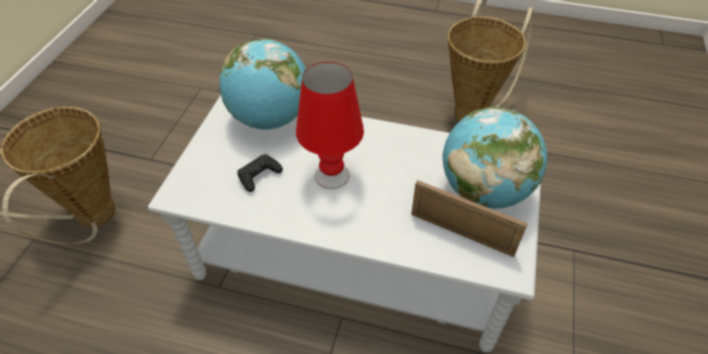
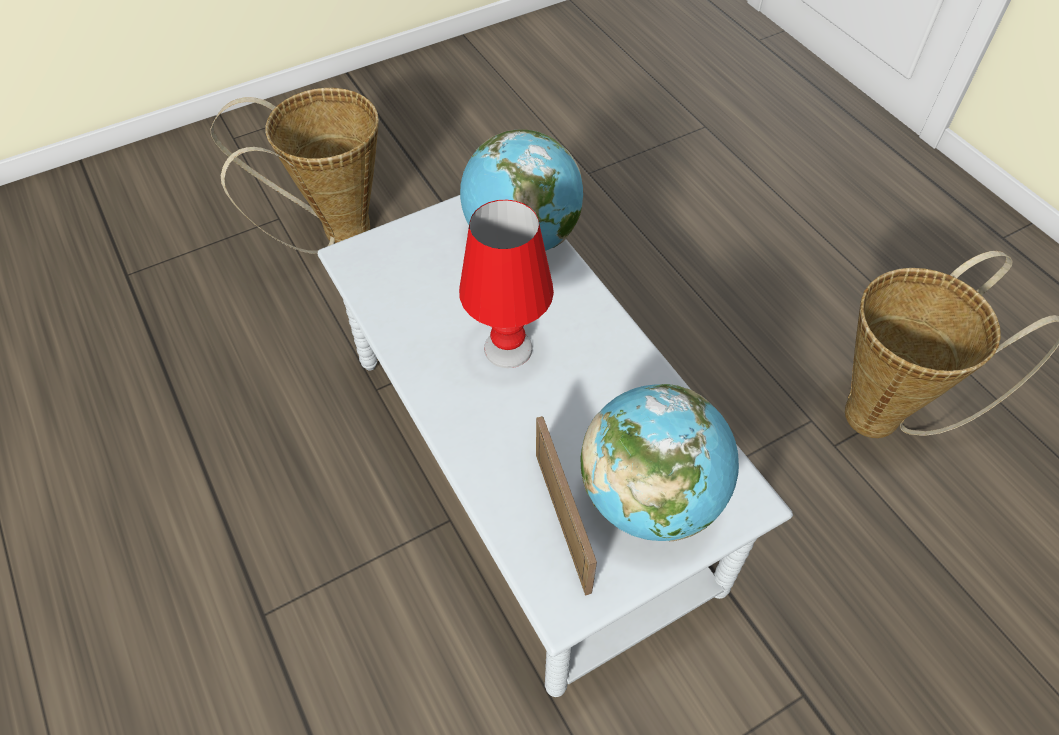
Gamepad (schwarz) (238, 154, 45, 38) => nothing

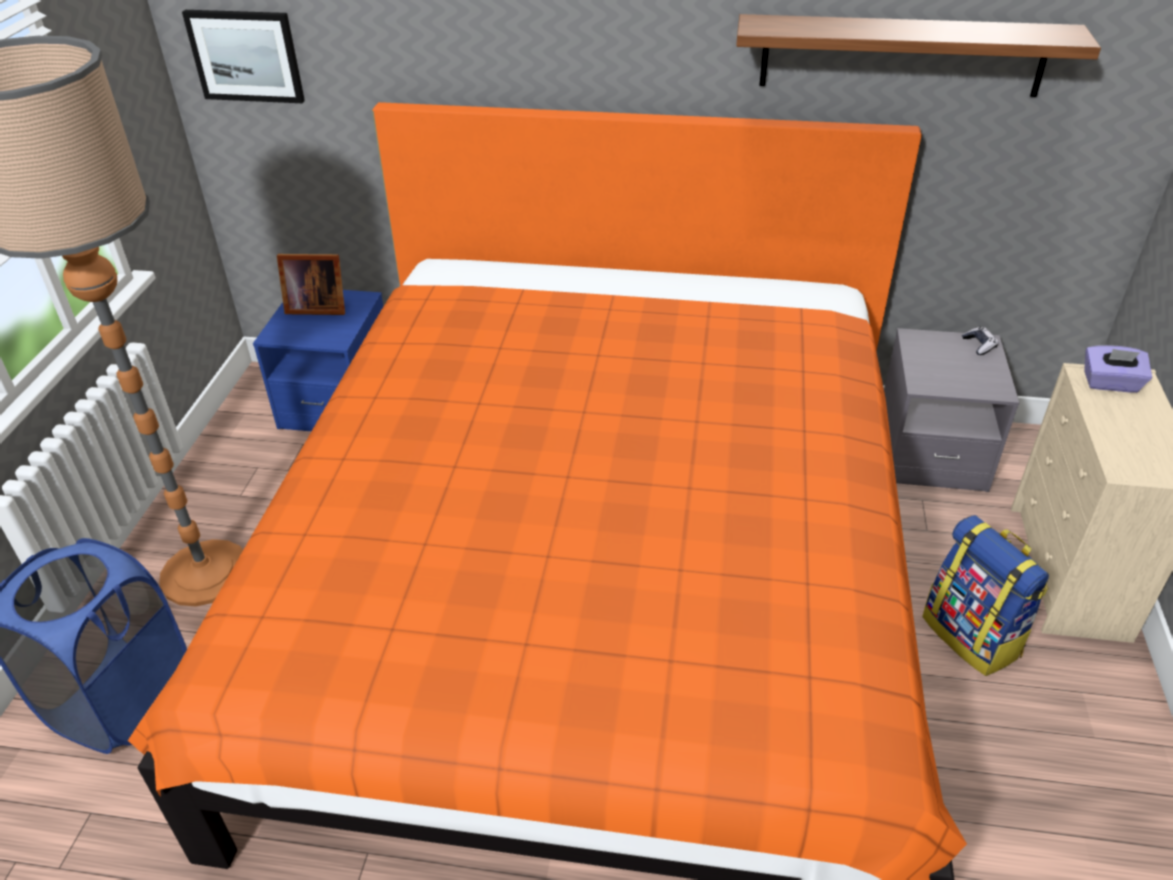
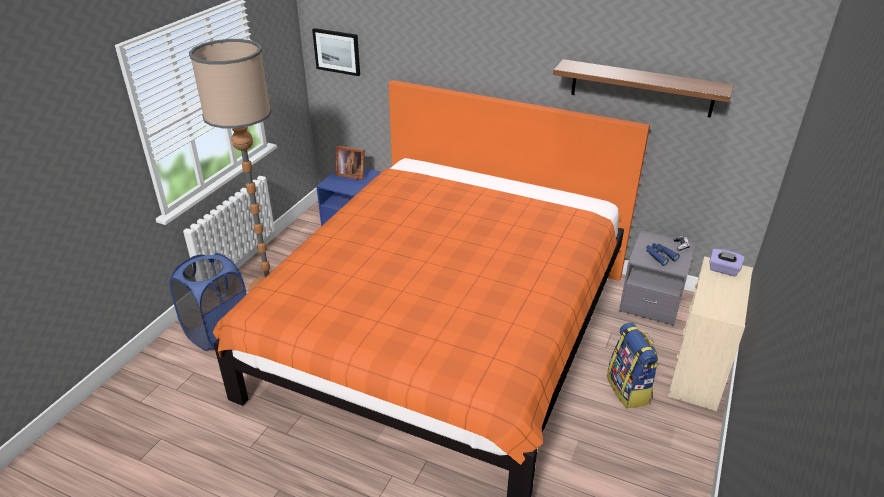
nothing => Fernglas (blau) (646, 243, 34, 23)

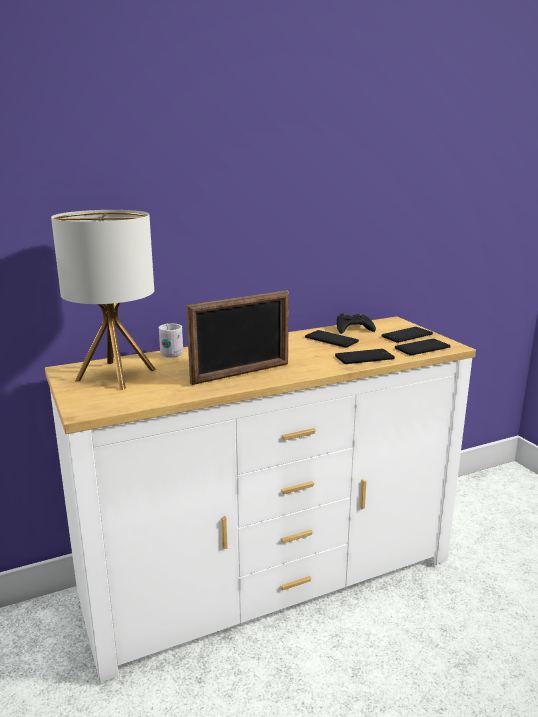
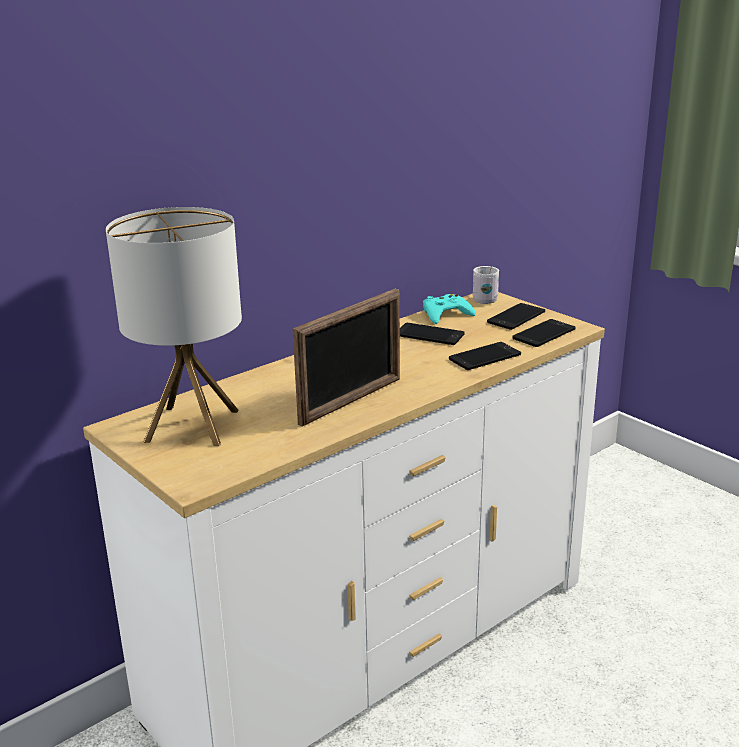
Gamepad (schwarz) (337, 314, 39, 20) => Gamepad (türkis) (423, 294, 53, 30)
Henkelbecher (weiß) (158, 323, 25, 35) => Henkelbecher (weiß) (473, 266, 26, 38), moved

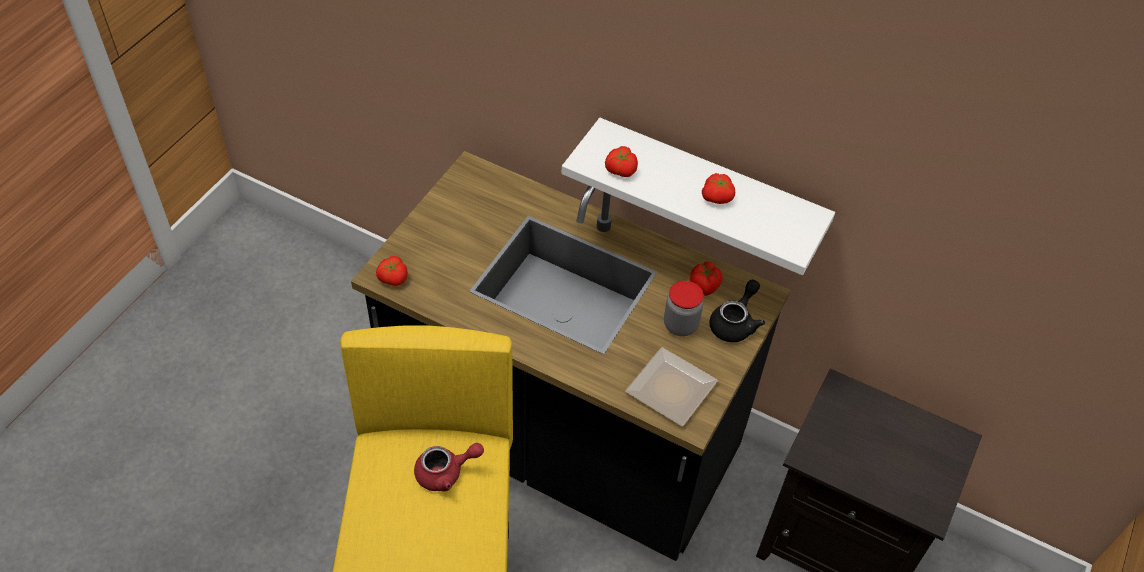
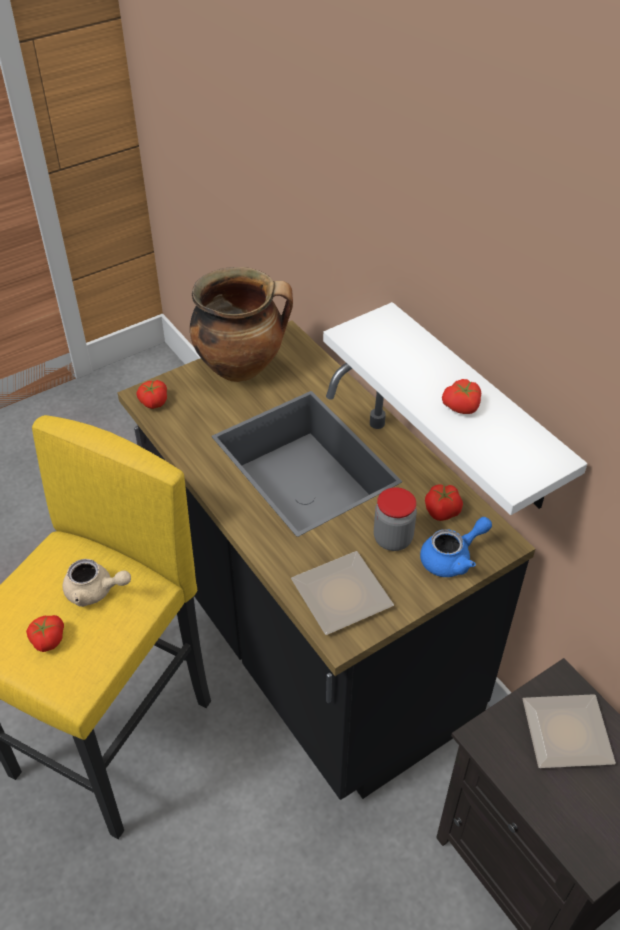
Tomate (605, 146, 33, 31) => Tomate (26, 615, 38, 37), moved
Teekanne (rot) (414, 443, 70, 48) => Teekanne (beige) (63, 559, 68, 48)
nothing => Kochtopf (190, 267, 103, 115)
Teekanne (schwarz) (709, 279, 56, 63) => Teekanne (blau) (420, 517, 72, 60)
nothing => Teller (523, 694, 93, 74)

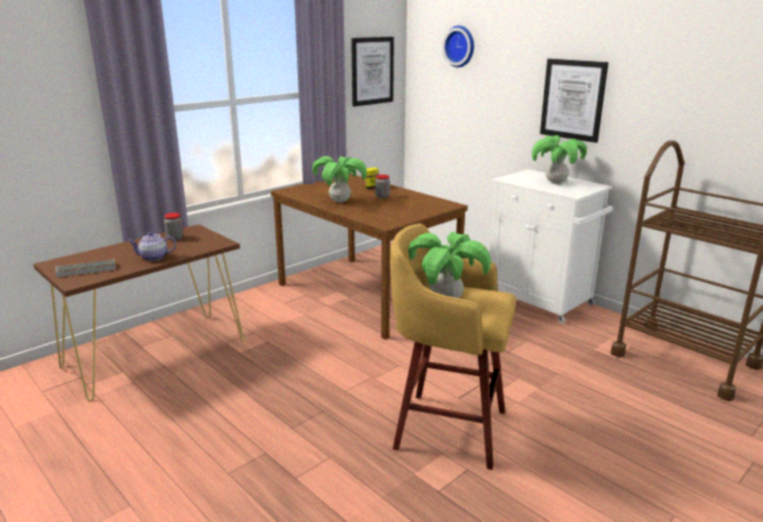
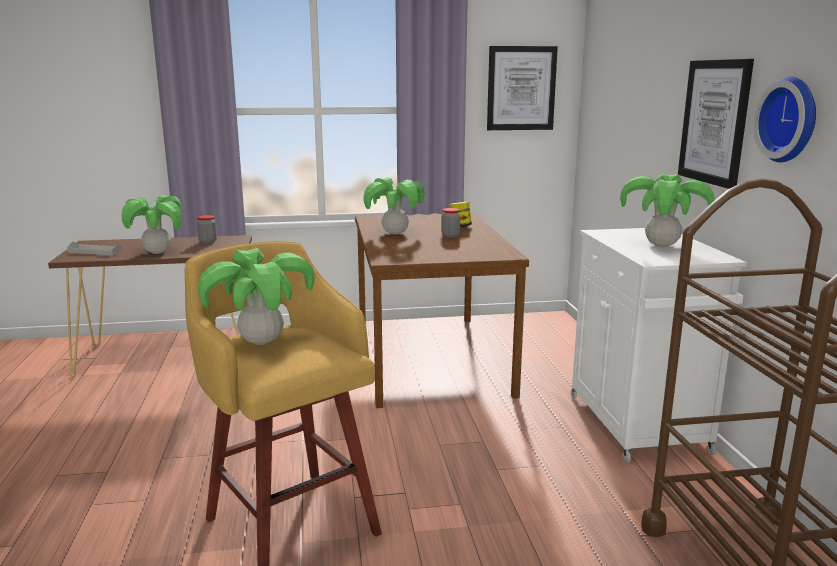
Teekanne (128, 232, 48, 29) => Topfpflanze (122, 195, 60, 59)
Wanduhr (442, 26, 32, 41) => Wanduhr (753, 76, 63, 86), moved

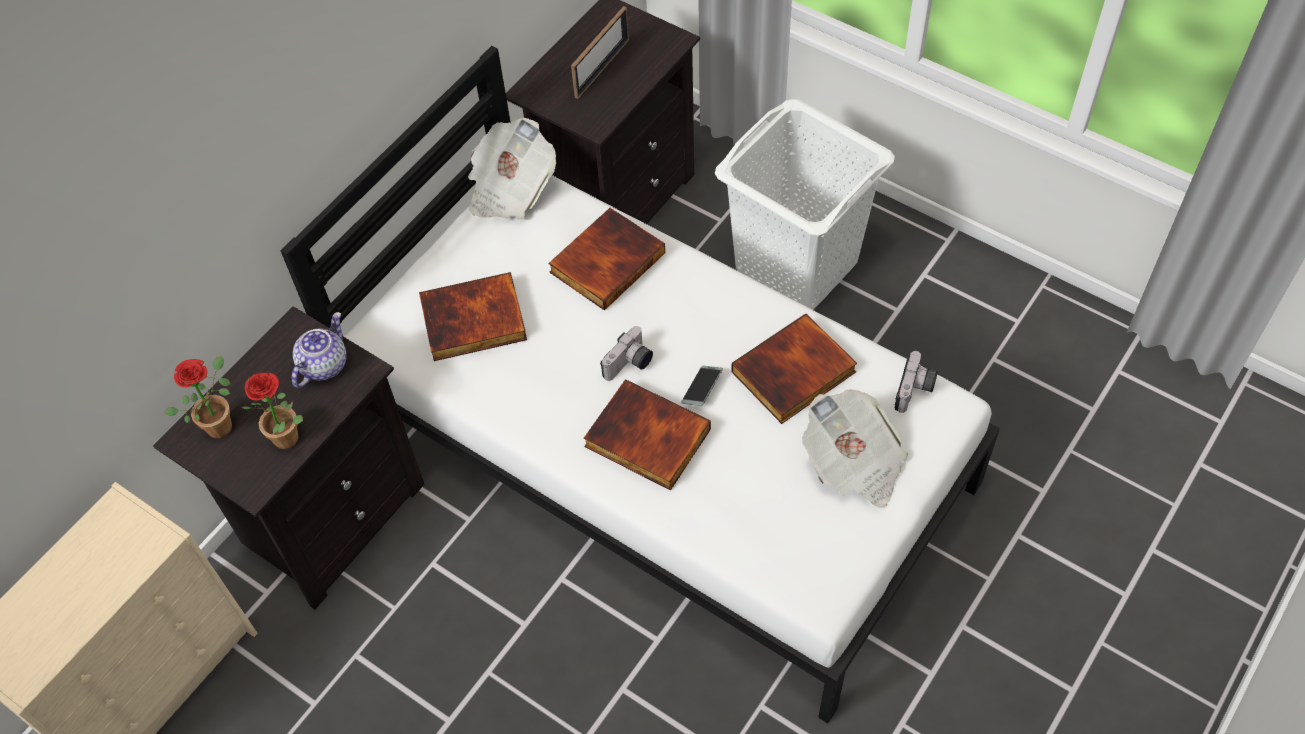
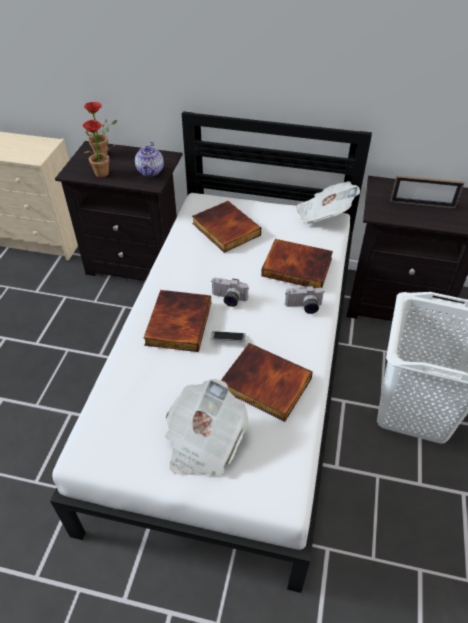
Teekanne (292, 312, 55, 76) => Teekanne (135, 142, 29, 34), 90 degrees clockwise
Kamera (895, 351, 43, 62) => Kamera (285, 285, 40, 29), moved

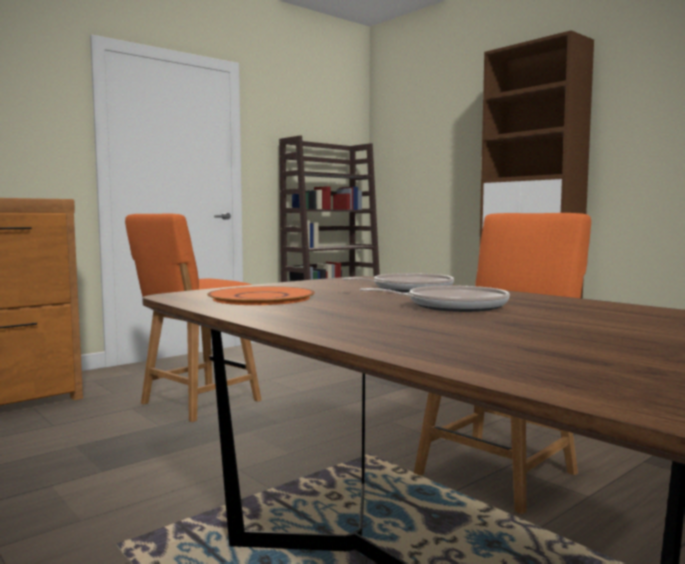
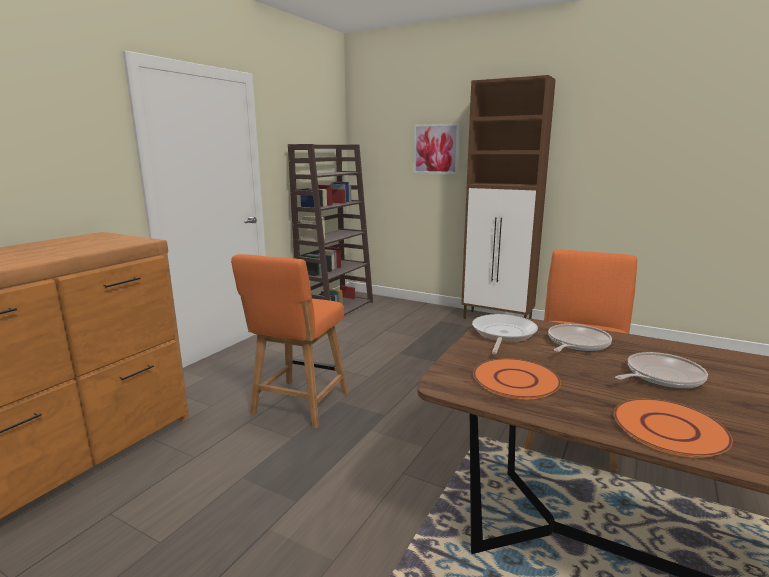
nothing => Bild (413, 123, 47, 51)
nothing => Pfanne (472, 314, 66, 41)
nothing => Teller (orange) (613, 399, 120, 59)

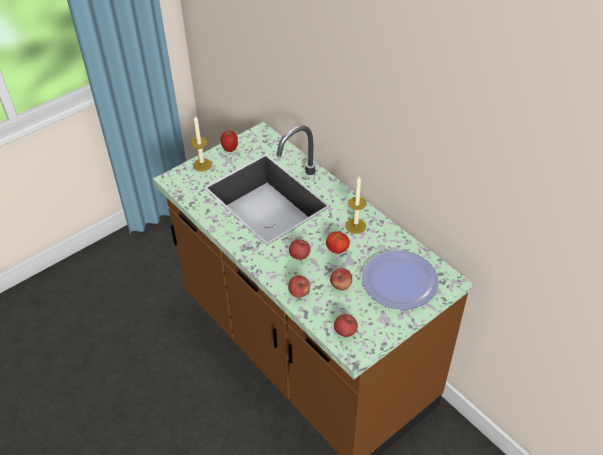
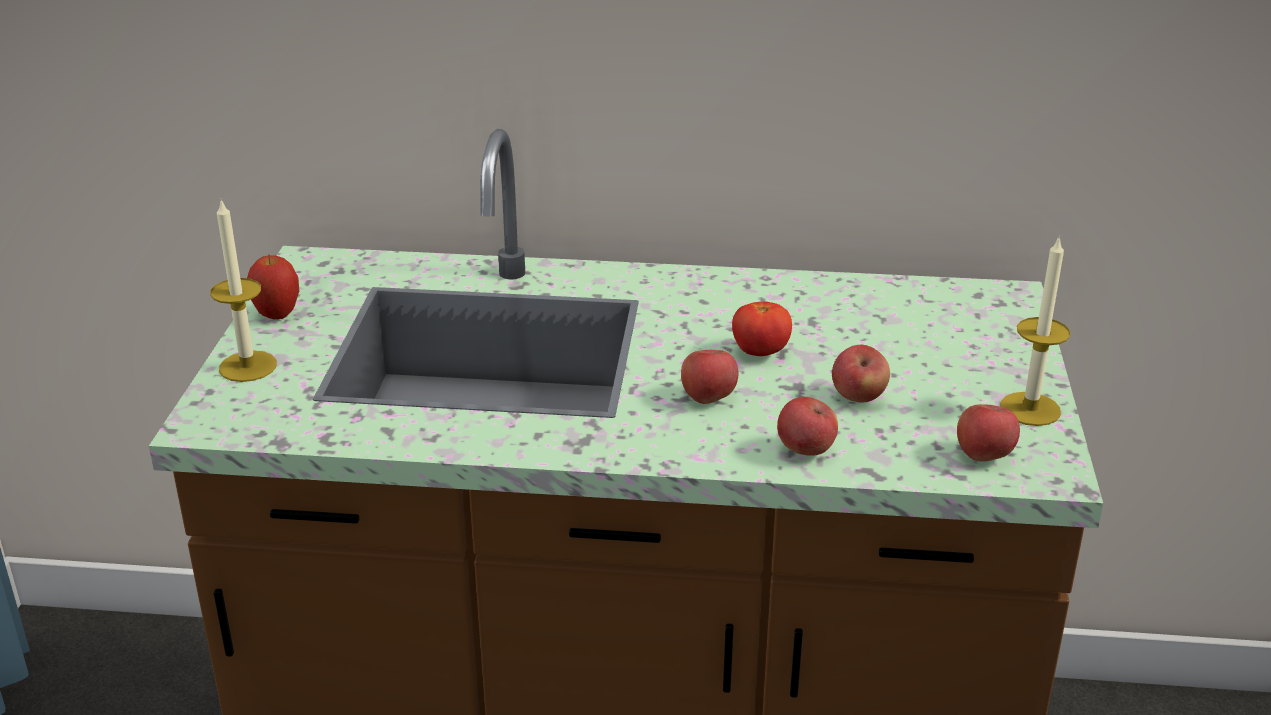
Kerze (345, 176, 21, 58) => Kerze (1000, 235, 70, 191), moved
Teller (362, 250, 77, 59) => nothing

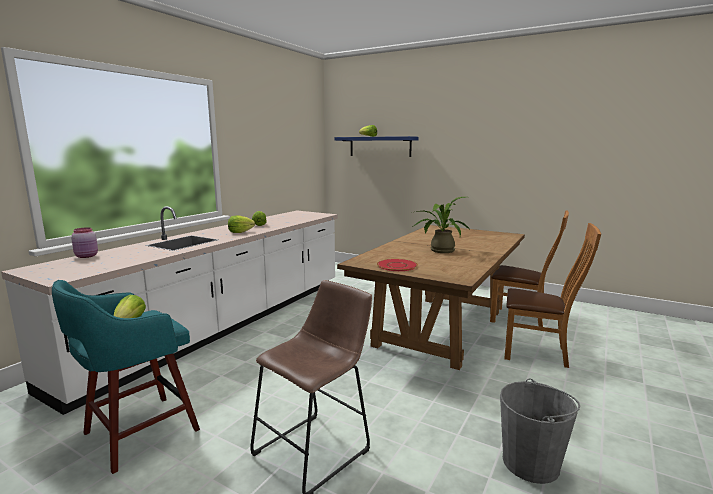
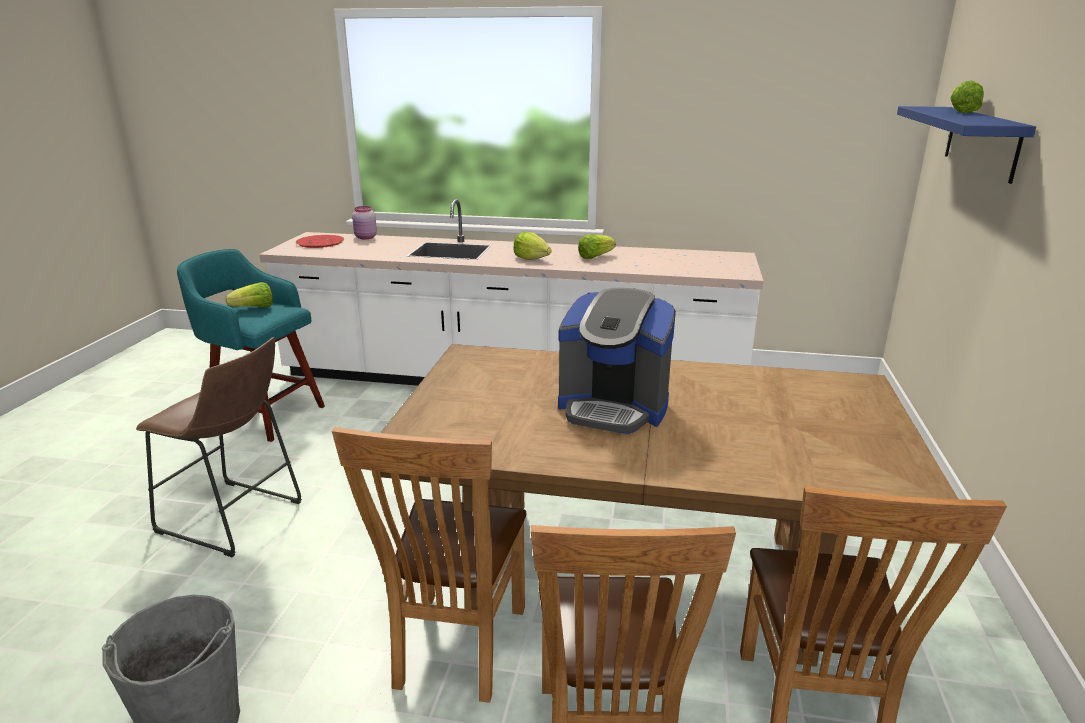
Teller (rot) (377, 259, 41, 12) => Teller (rot) (296, 235, 48, 13), moved
nothing => Stuhl (braun) (332, 427, 195, 276)
Topfpflanze (411, 197, 60, 56) => Kaffeemaschine (558, 288, 118, 146)

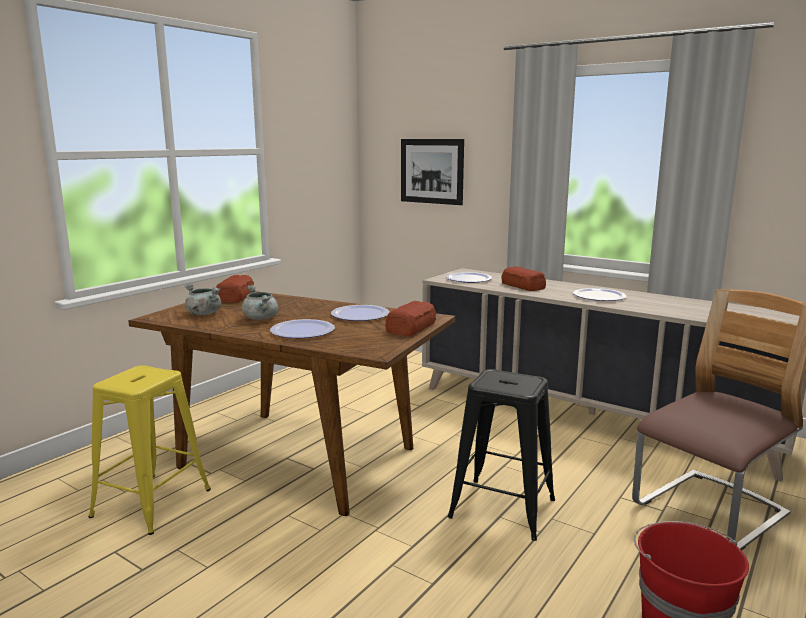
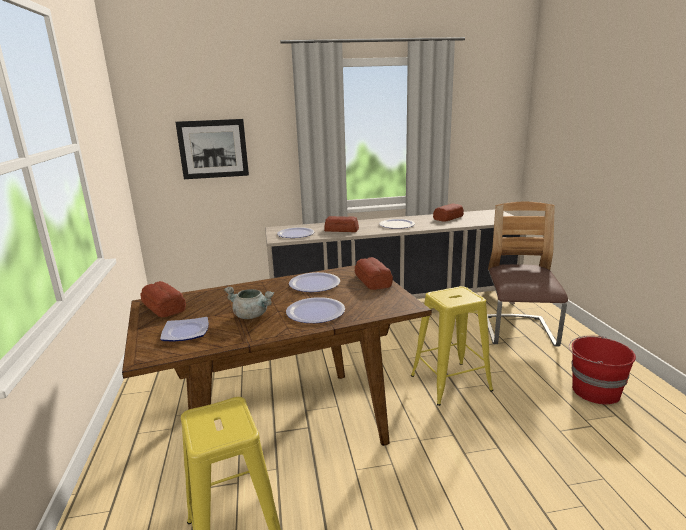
Kochtopf (grau) (185, 283, 36, 32) => Teller (160, 317, 49, 25)
Hocker (schwarz) (448, 369, 107, 172) => Hocker (gelb) (411, 286, 82, 120)
nothing => Brot (433, 203, 31, 19)

